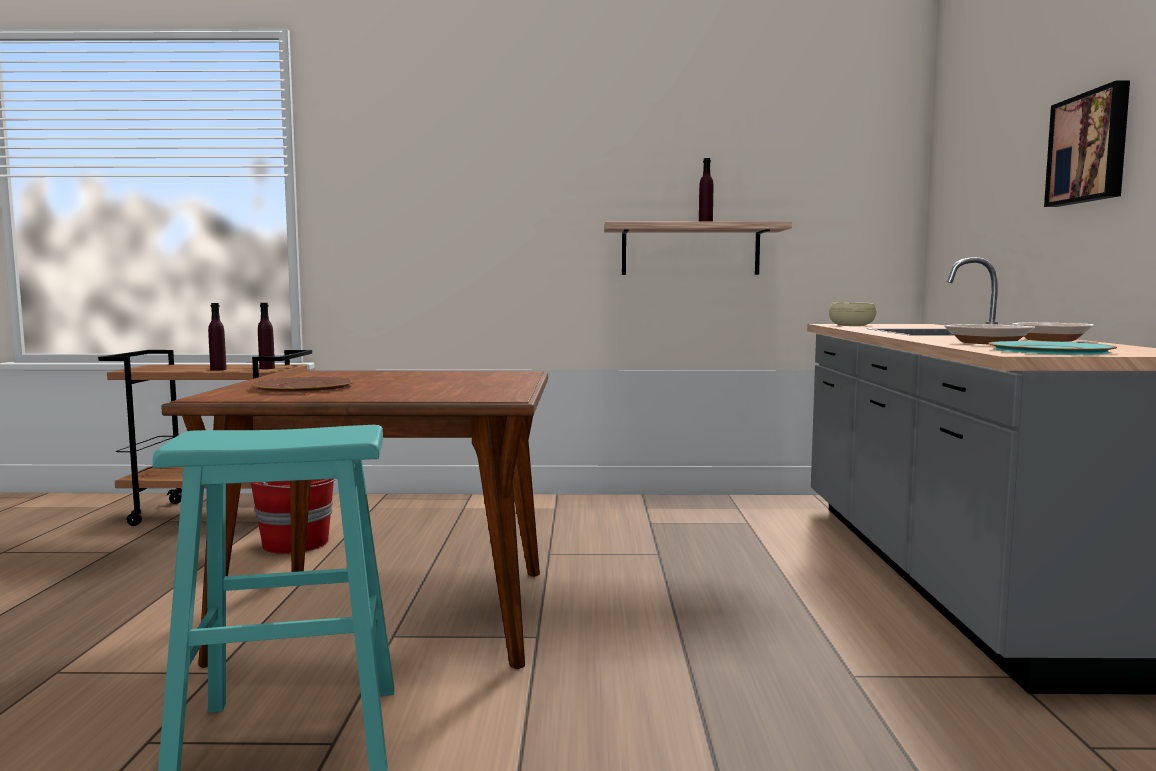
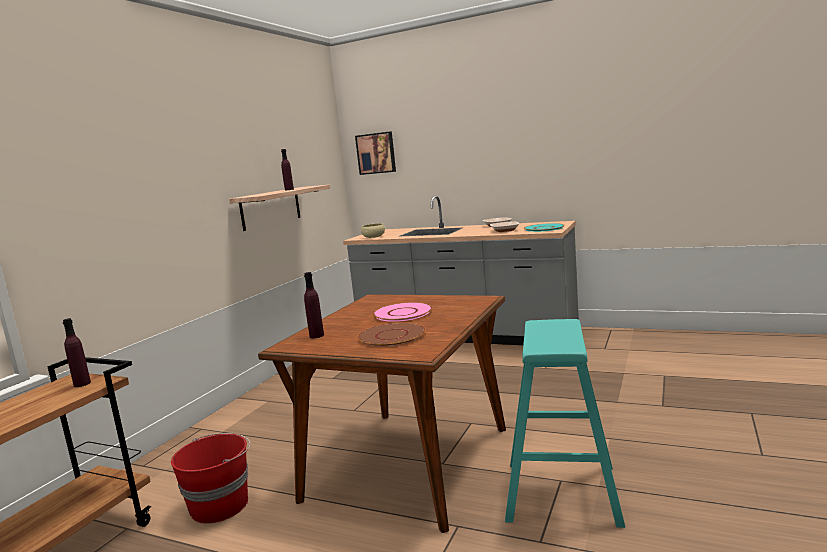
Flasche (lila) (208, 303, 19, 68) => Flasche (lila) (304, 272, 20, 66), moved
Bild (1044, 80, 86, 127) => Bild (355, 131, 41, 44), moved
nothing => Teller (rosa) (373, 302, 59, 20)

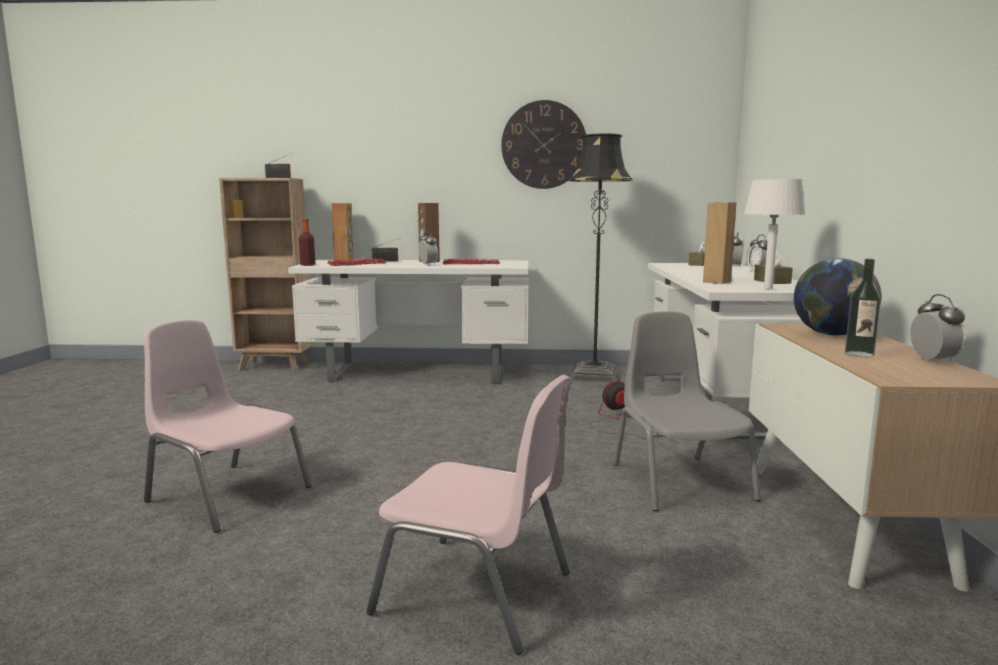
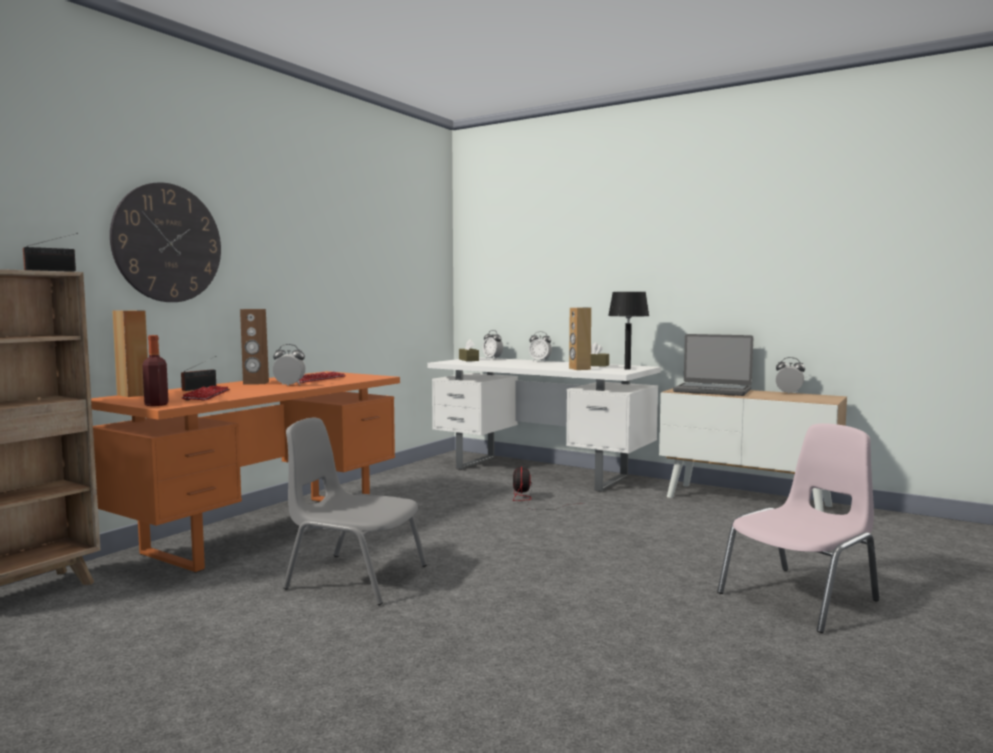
Schreibtisch (weiß) (288, 260, 241, 124) => Schreibtisch (orange) (91, 371, 309, 202)
Wanduhr (501, 100, 85, 89) => Wanduhr (110, 182, 111, 120), moved
Stuhl (grau) (613, 311, 148, 200) => Stuhl (grau) (283, 417, 144, 188), moved
Tischlampe (weiß) (744, 179, 62, 111) => Tischlampe (schwarz) (608, 292, 41, 78)
Globus (794, 258, 87, 78) => Laptop (673, 334, 80, 62)
Stuhl (rosa) (144, 320, 168, 213) => nothing
Stehlampe (schwarz) (569, 133, 64, 250) => nothing
Flasche (845, 259, 36, 98) => nothing

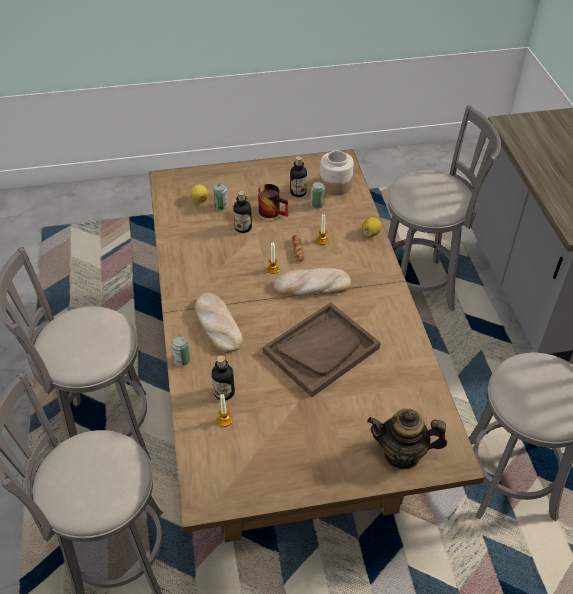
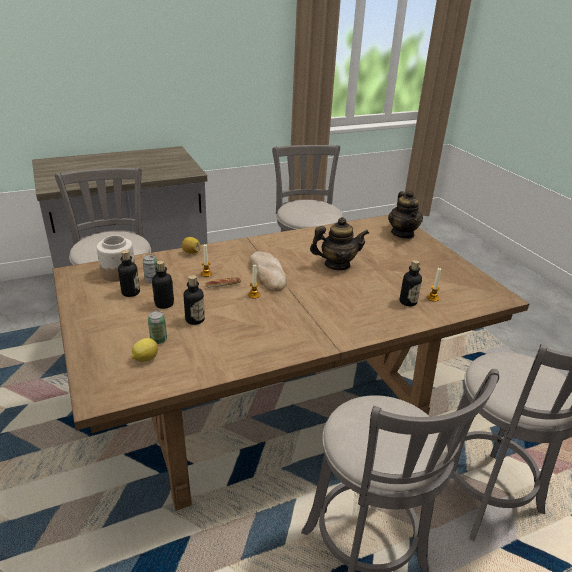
Henkelbecher (258, 184, 30, 34) => Flasche (152, 260, 22, 49)
Tablett (braun) (263, 302, 118, 95) => Teekanne (310, 217, 59, 53)
Dose (171, 336, 19, 30) => nothing
Brot (195, 293, 48, 60) => nothing

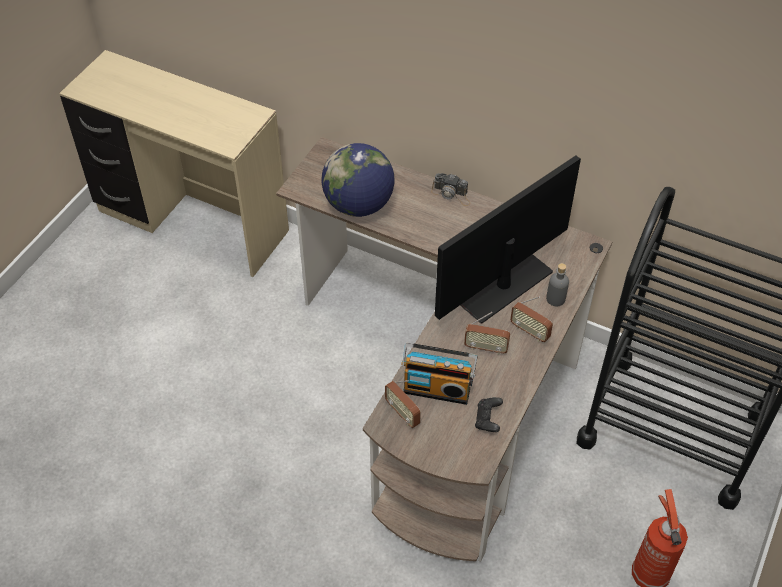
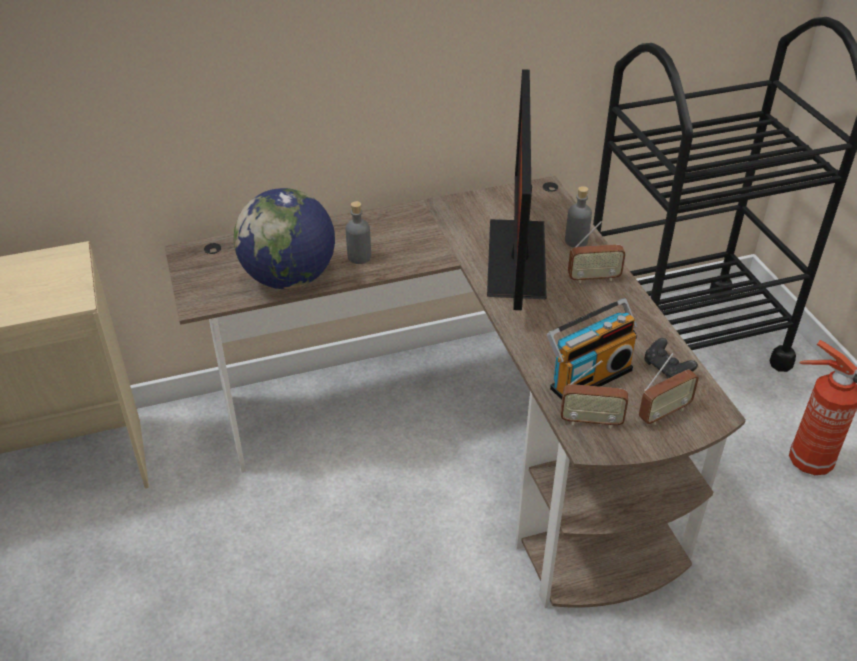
nothing => Flasche (grau) (345, 201, 26, 63)
Radio (464, 312, 46, 43) => Radio (639, 352, 60, 73), moved
Kamera (431, 173, 39, 33) => nothing

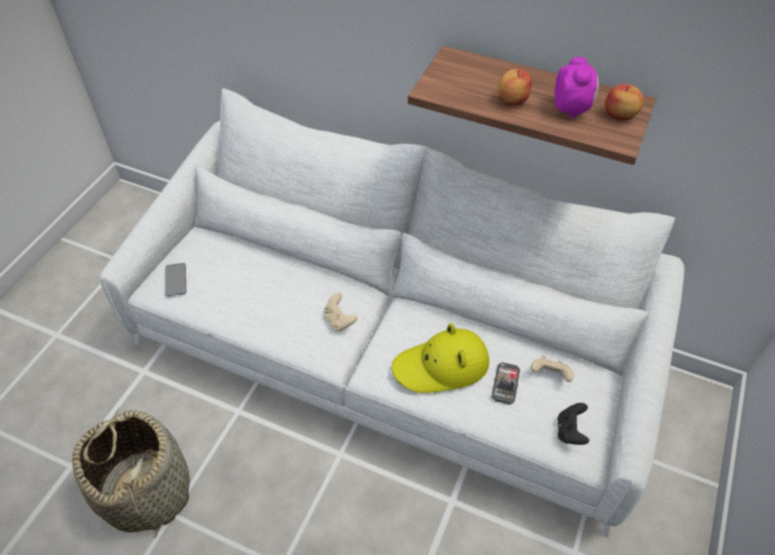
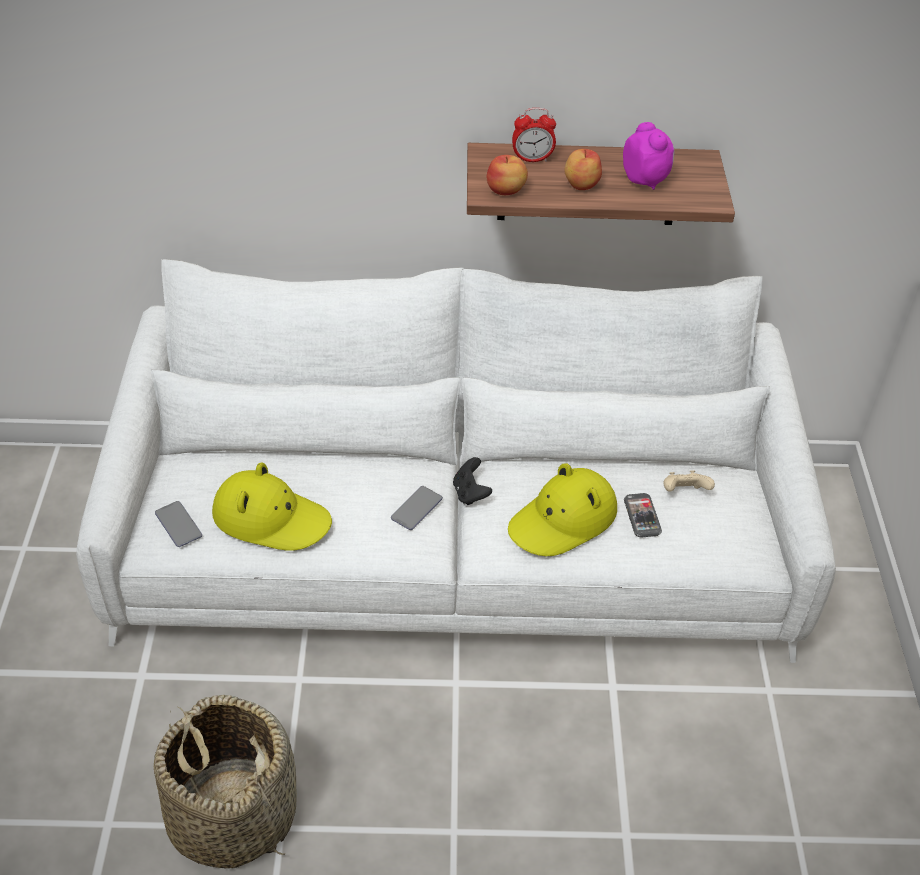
nothing => Hut (gelb) (212, 463, 120, 87)
Gamepad (beige) (324, 293, 34, 38) => Handy (391, 486, 52, 44)
Gamepad (schwarz) (557, 403, 32, 42) => Gamepad (schwarz) (453, 457, 39, 48), moved
Apfel (605, 84, 39, 36) => Apfel (487, 155, 41, 40), moved
nothing => Wecker (512, 108, 44, 54)

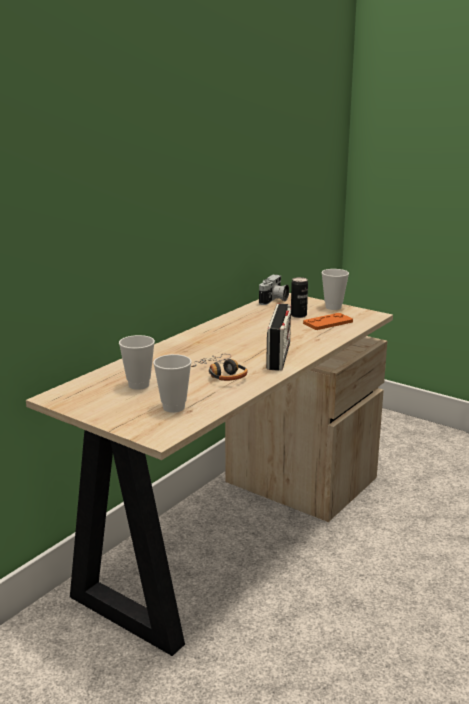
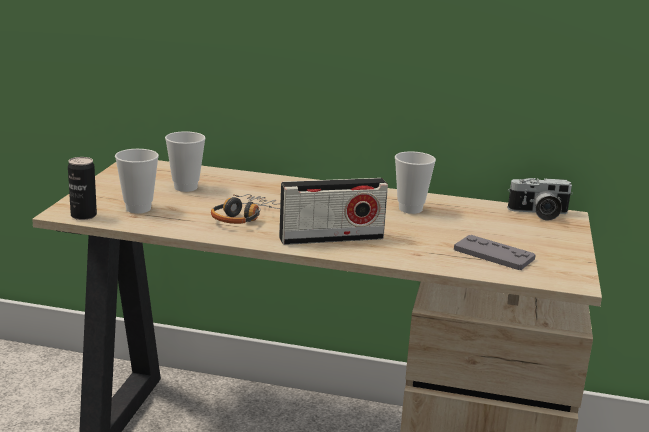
Dose (291, 277, 17, 41) => Dose (68, 157, 29, 63), moved
Tasse (321, 269, 28, 41) => Tasse (395, 151, 41, 63), moved
Gamepad (orange) (303, 313, 50, 17) => Gamepad (grau) (454, 235, 82, 35)

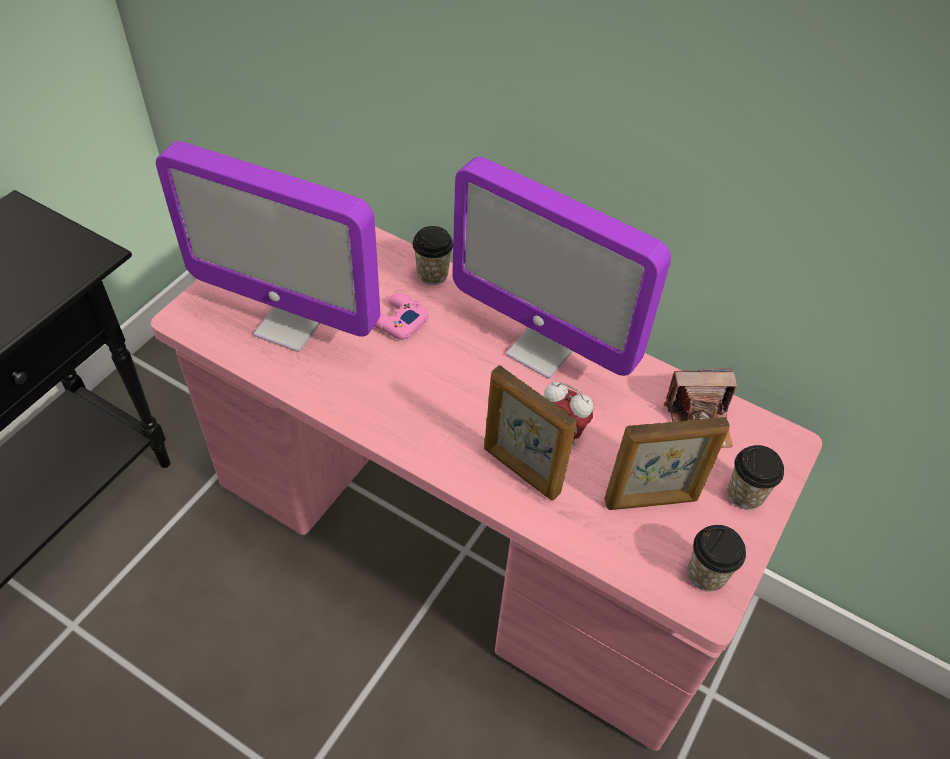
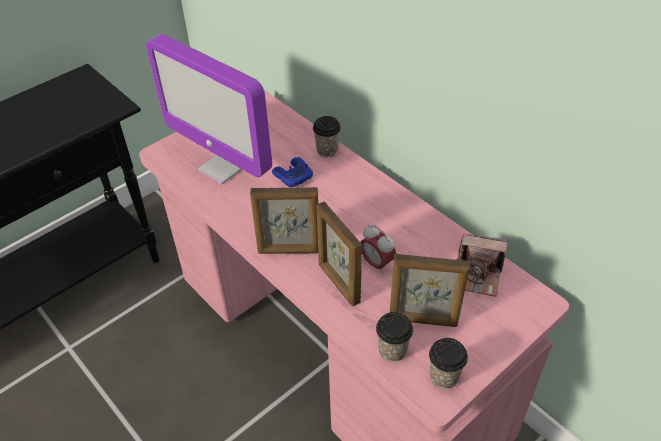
nothing => Bilderrahmen (250, 187, 69, 67)
Gamepad (rosa) (374, 293, 55, 47) => Gamepad (blau) (272, 157, 41, 30)
Tasse (728, 445, 56, 65) => Tasse (376, 312, 37, 50), moved
Monitor (453, 157, 218, 222) => nothing

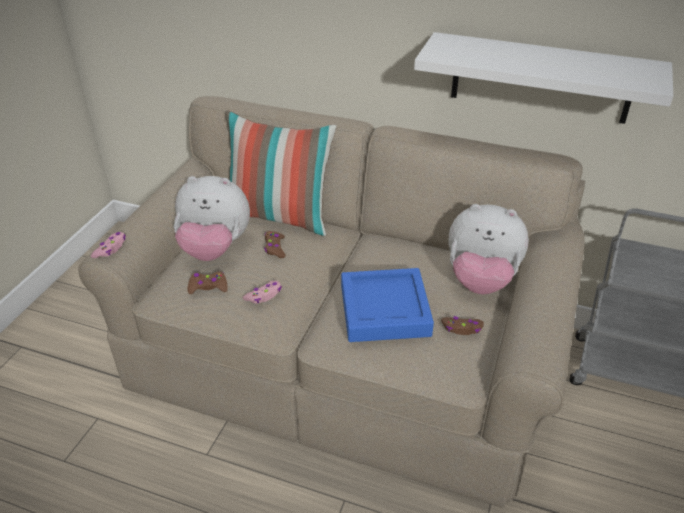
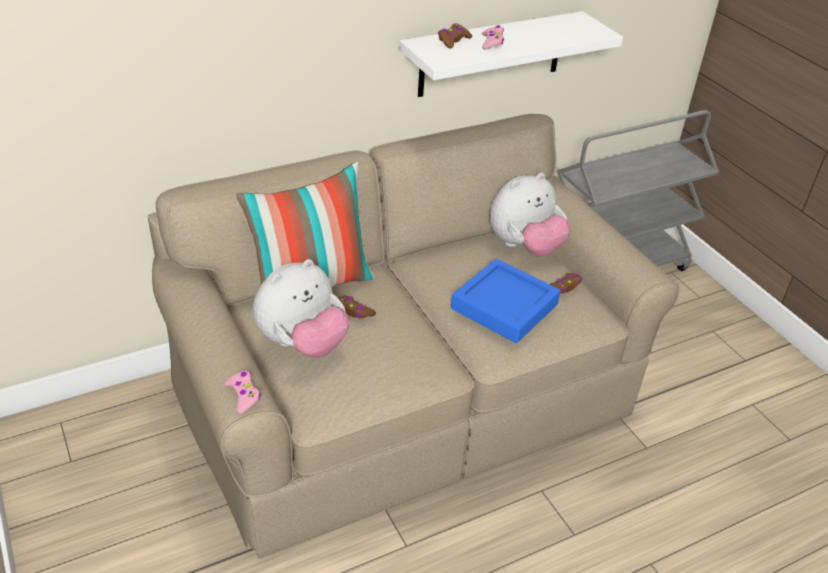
Gamepad (braun) (188, 271, 40, 23) => Gamepad (braun) (438, 23, 34, 26), moved
Gamepad (rosa) (242, 281, 40, 23) => Gamepad (rosa) (482, 25, 22, 25), moved

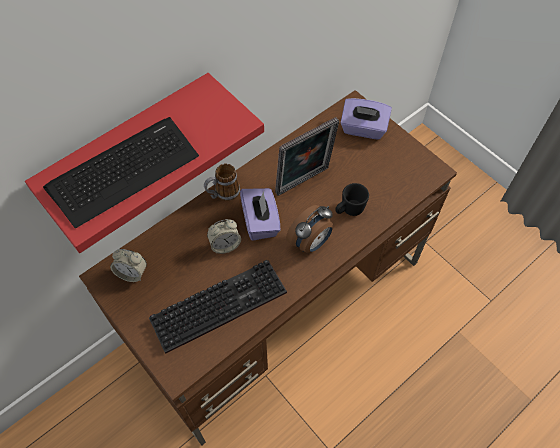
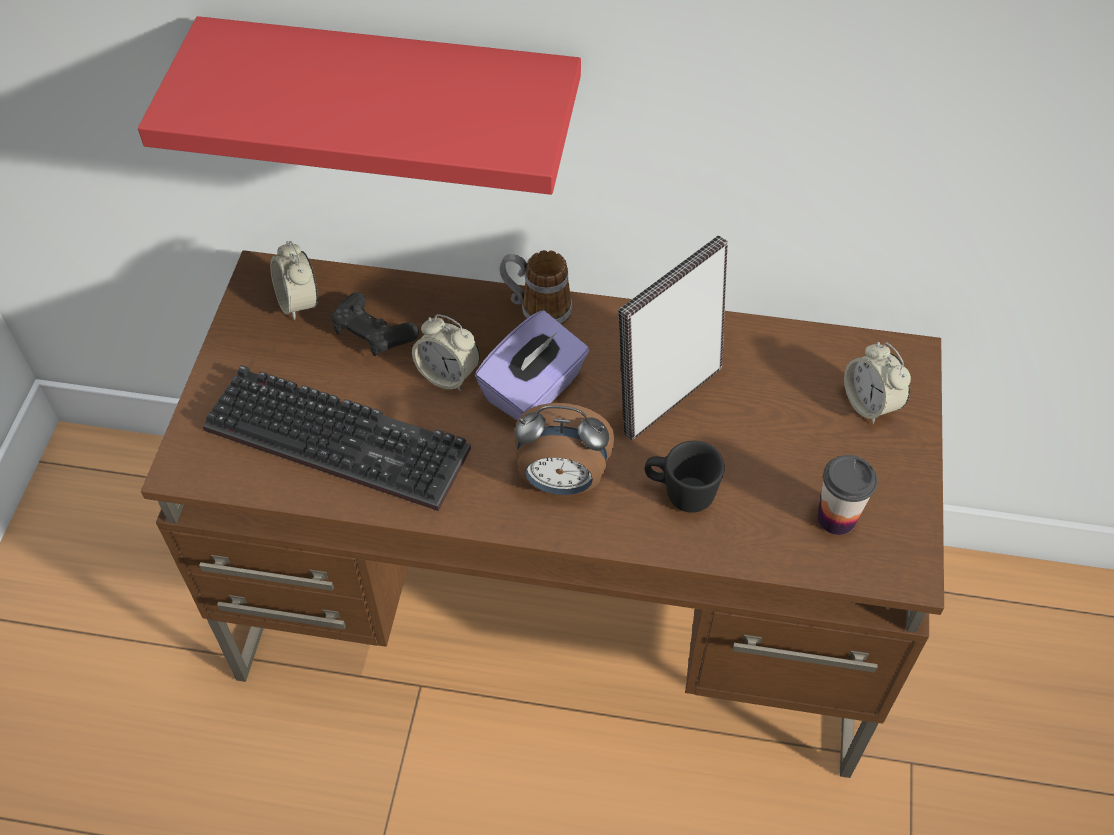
nothing => Gamepad (schwarz) (332, 292, 87, 64)
Bilderrahmen (275, 117, 64, 79) => Bilderrahmen (618, 236, 110, 204), 120 degrees clockwise
nothing => Tasse (817, 455, 61, 80)
Taschentuchbox (lila) (340, 98, 52, 42) => Wecker (844, 342, 67, 82)
Tastatur (43, 117, 156, 111) => nothing

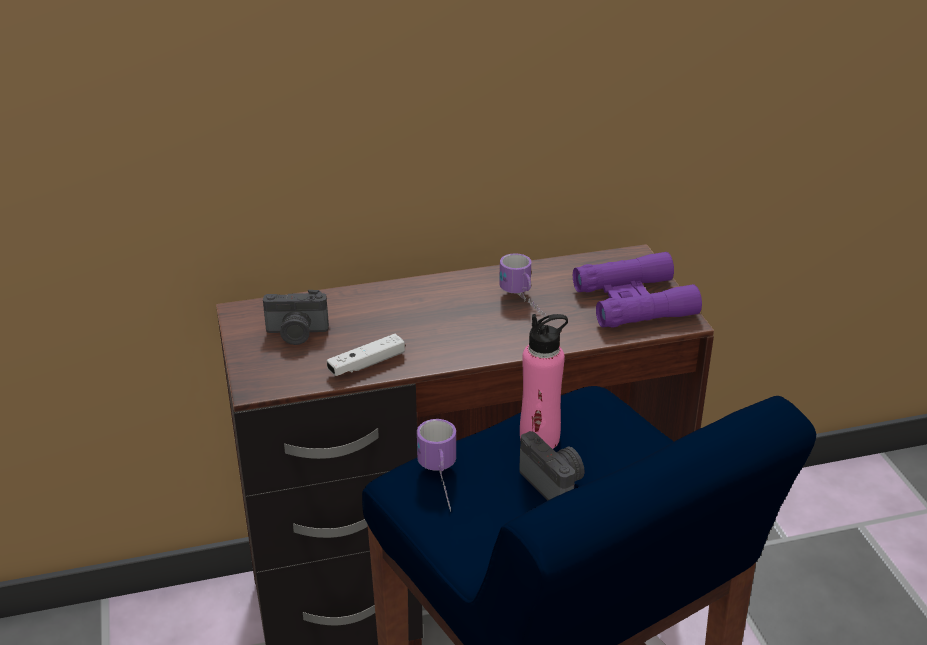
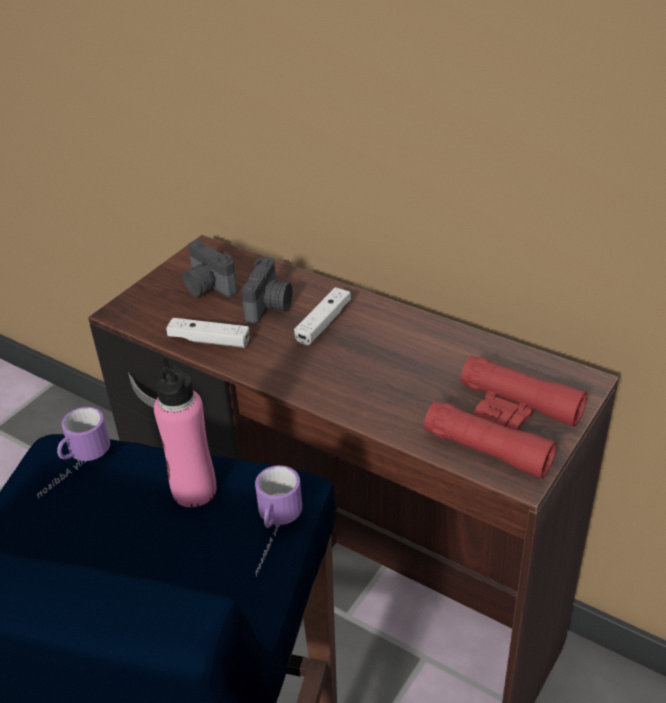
Kamera (519, 431, 65, 70) => Kamera (241, 257, 51, 67), moved
Henkelbecher (499, 253, 47, 64) => Henkelbecher (255, 465, 47, 111), moved
nothing => Gamepad (weiß) (294, 287, 57, 58)
Fernglas (lila) (573, 252, 129, 76) => Fernglas (rot) (424, 356, 163, 123)

